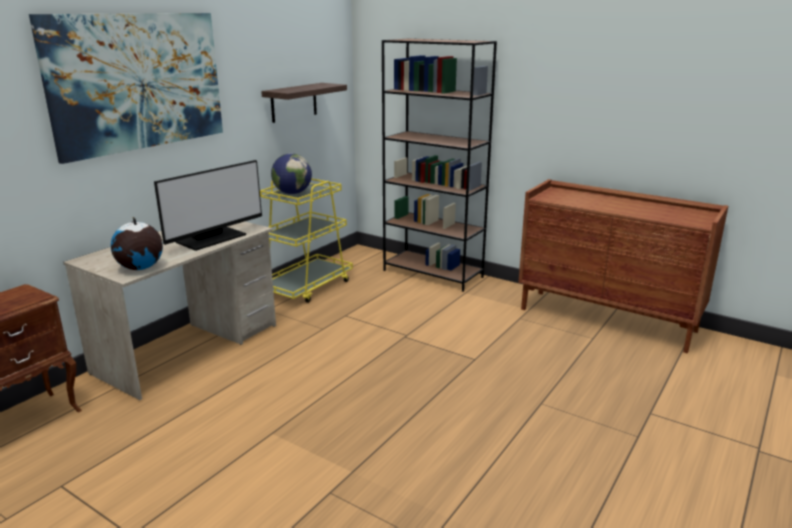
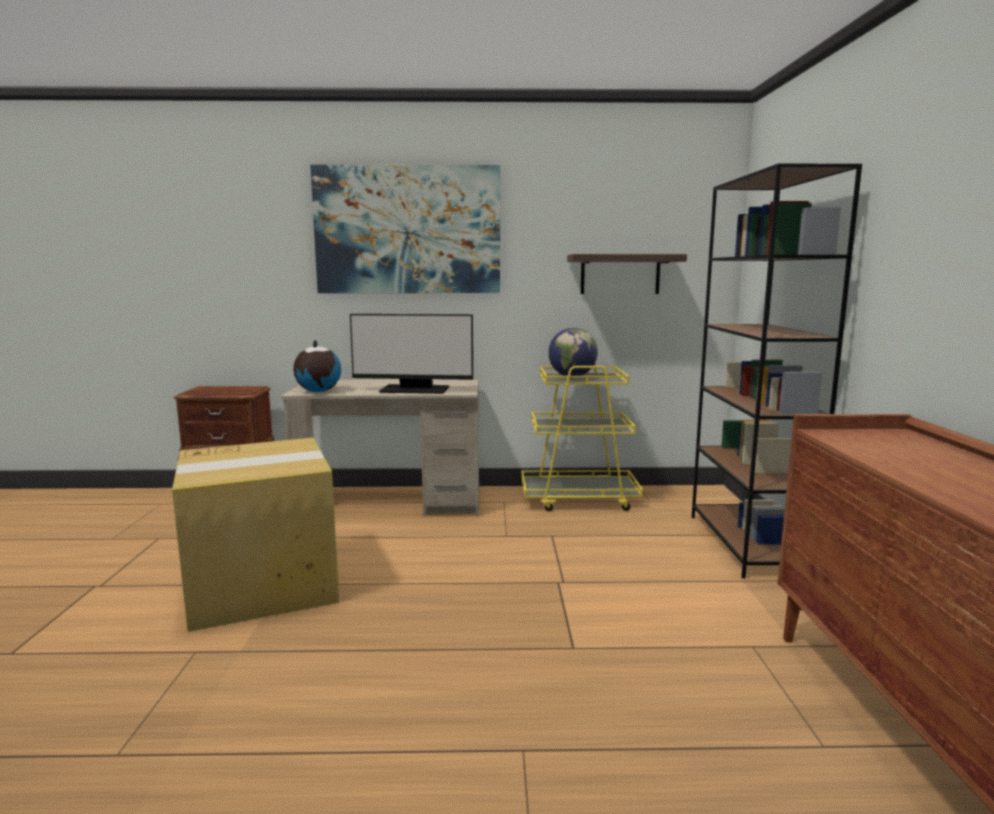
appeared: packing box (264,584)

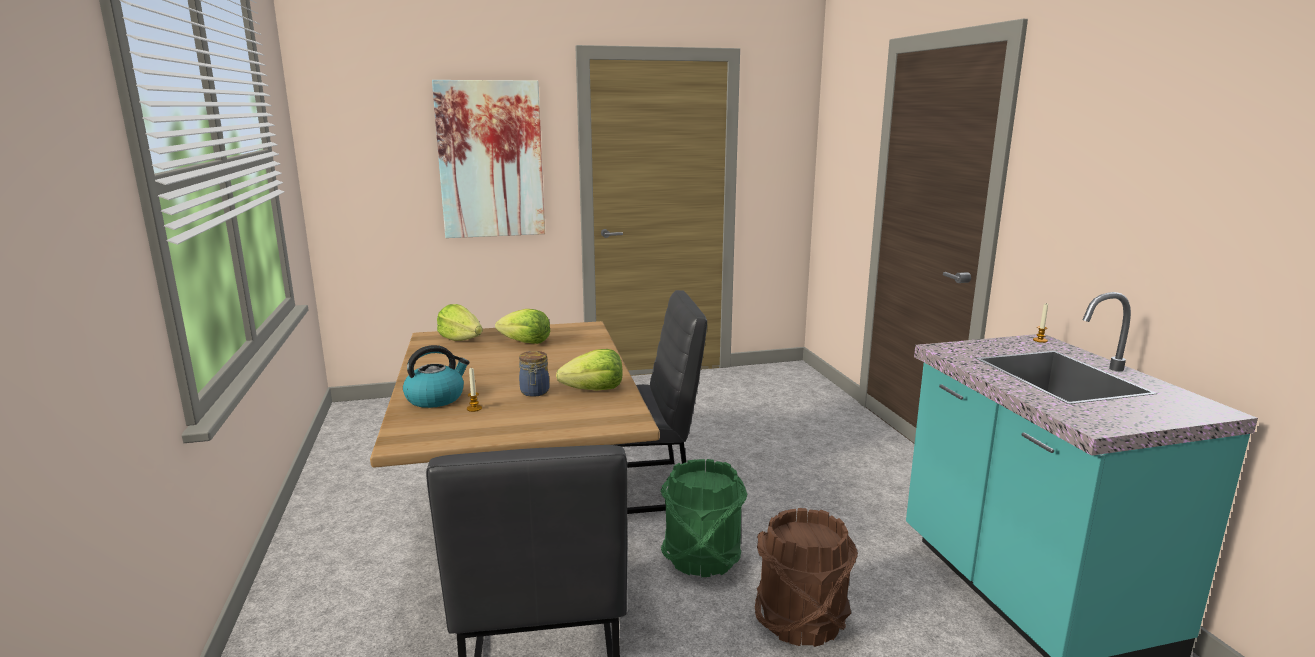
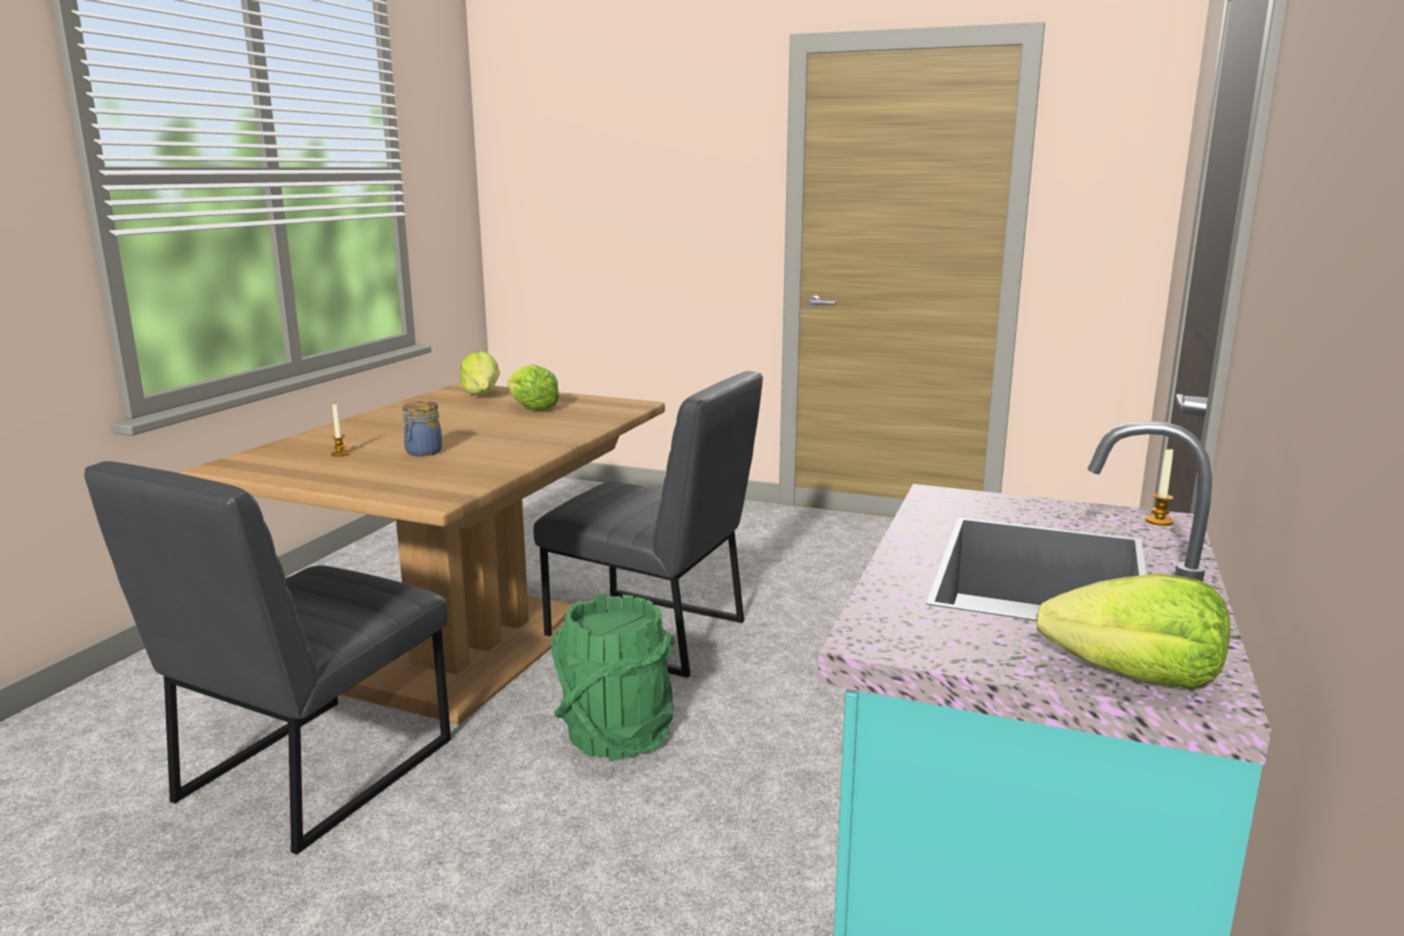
missing: water kettle (436,398); wall art (491,160); pail in brownish (801,621)
relocated: lettuce (594,390) to (1136,677)

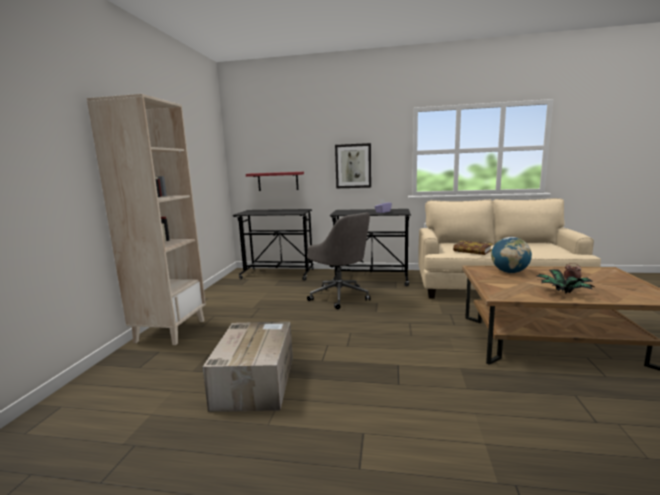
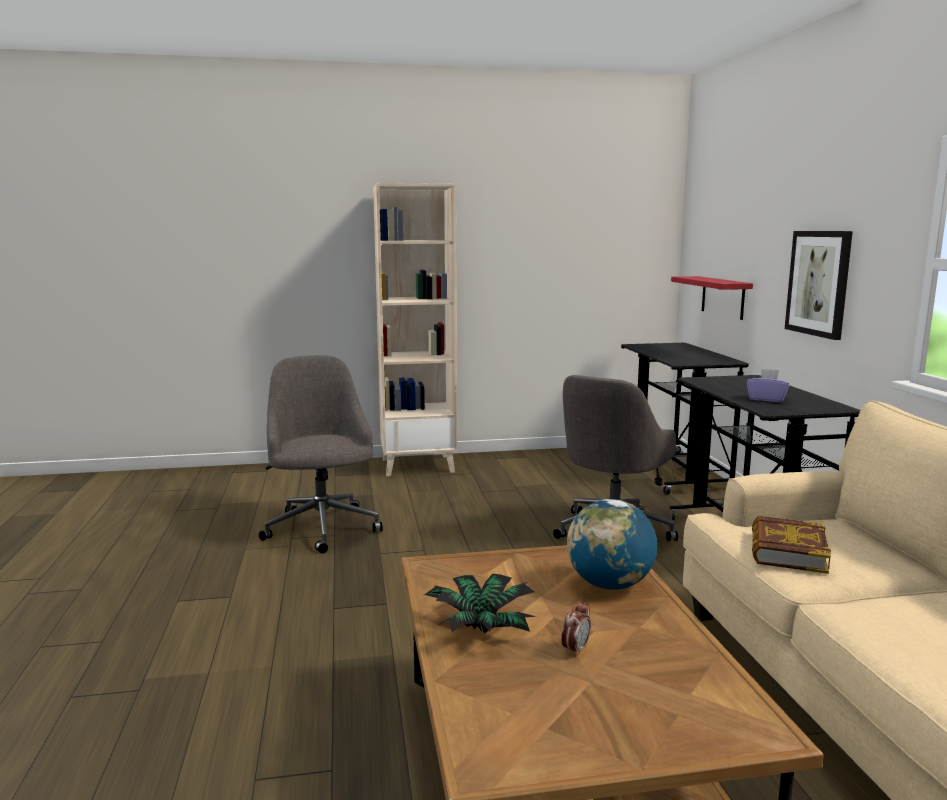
exchanged: packing box (255,381) to office chair in greyish (321,527)

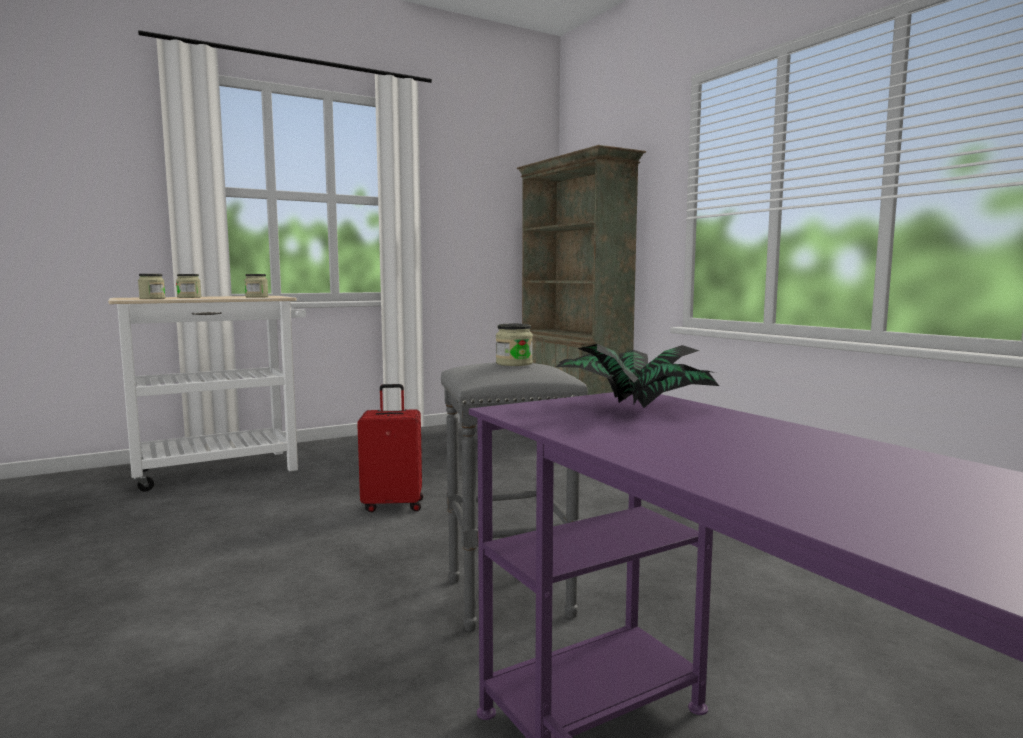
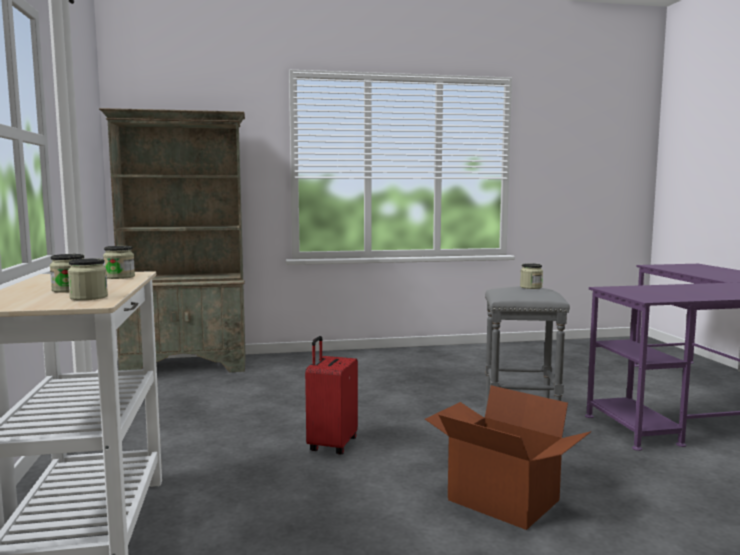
missing: potted plant (633,406)
appeared: packing box (502,501)

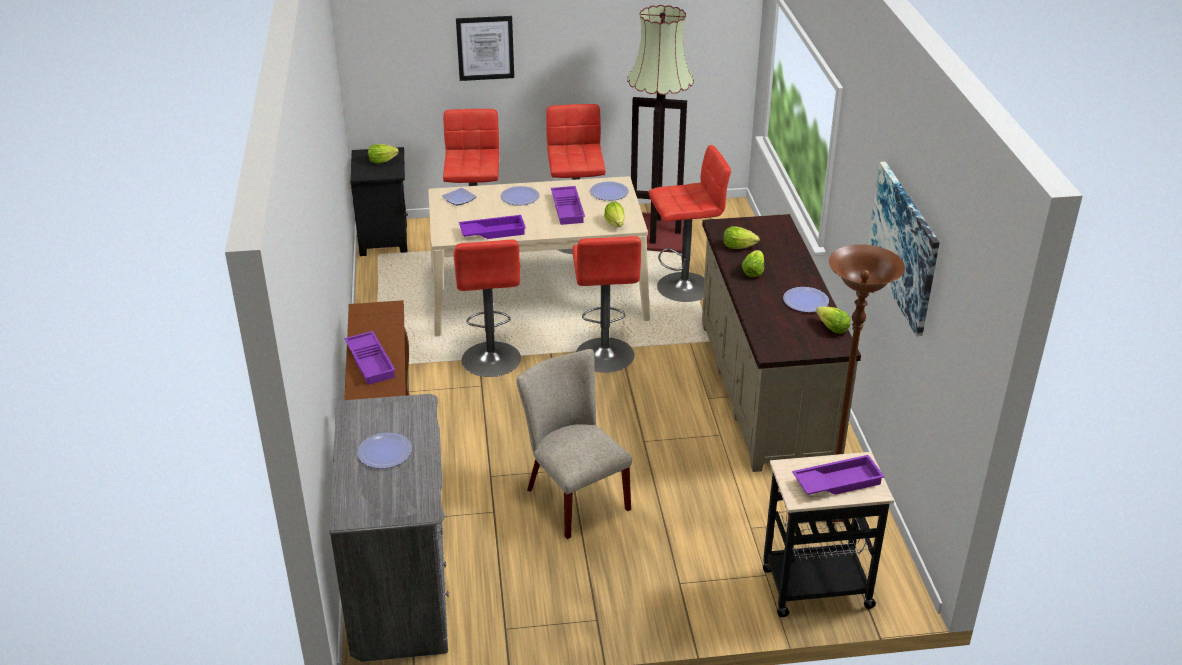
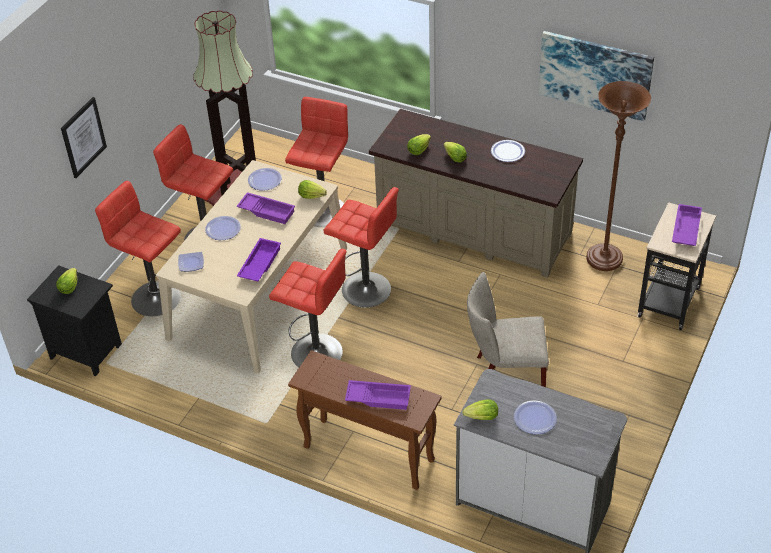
relocated: lettuce (832,328) to (482,417)

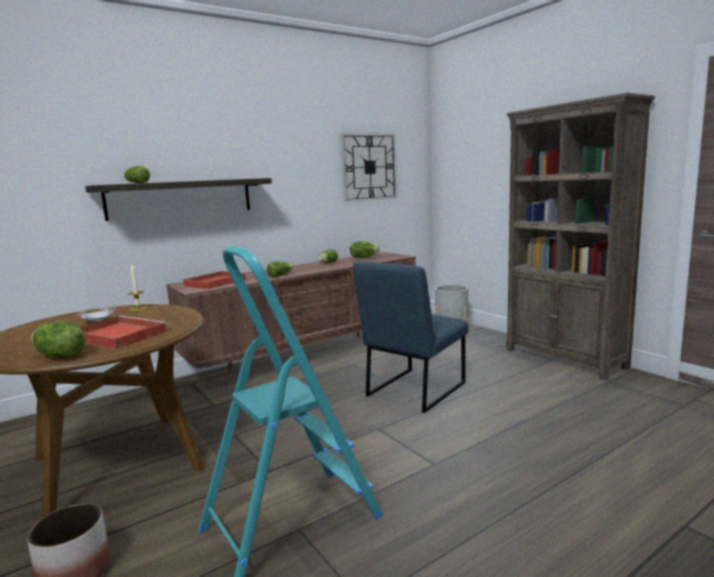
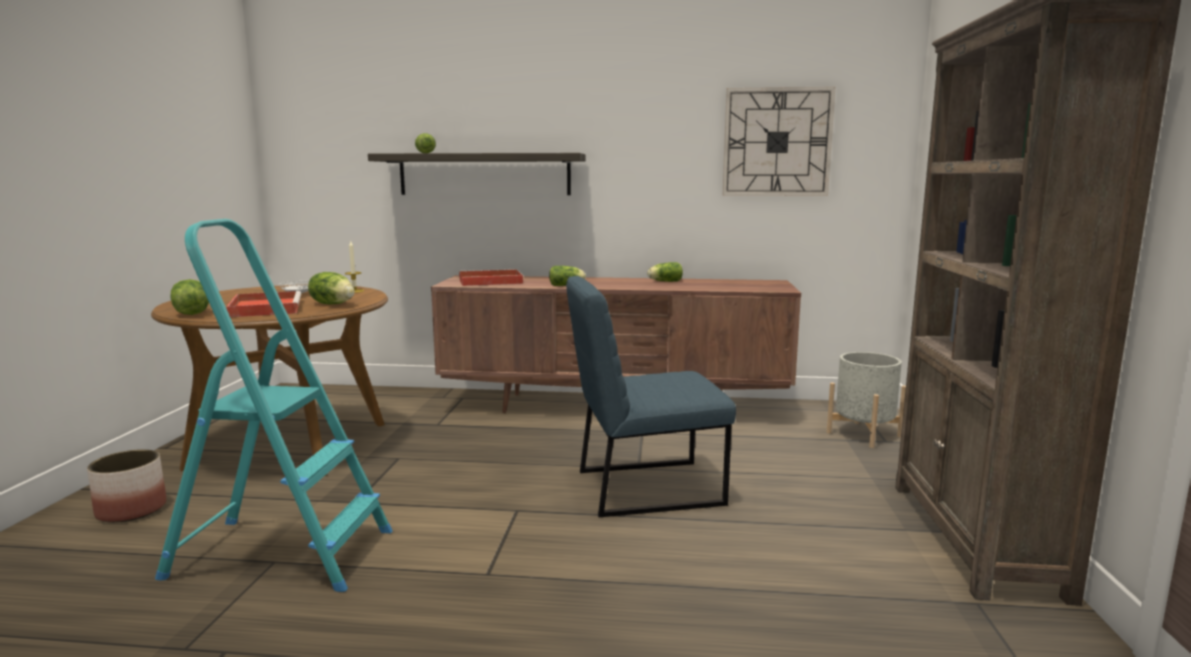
relocated: lettuce (363,257) to (333,304)

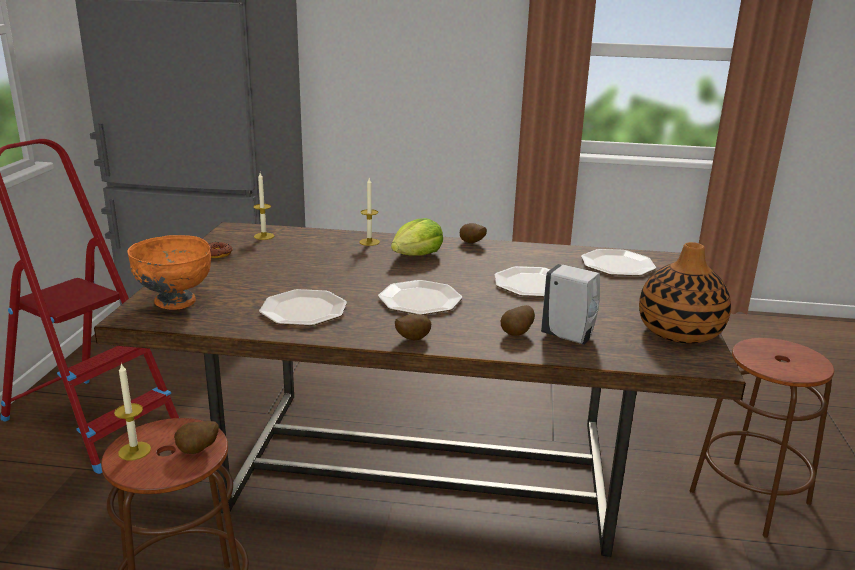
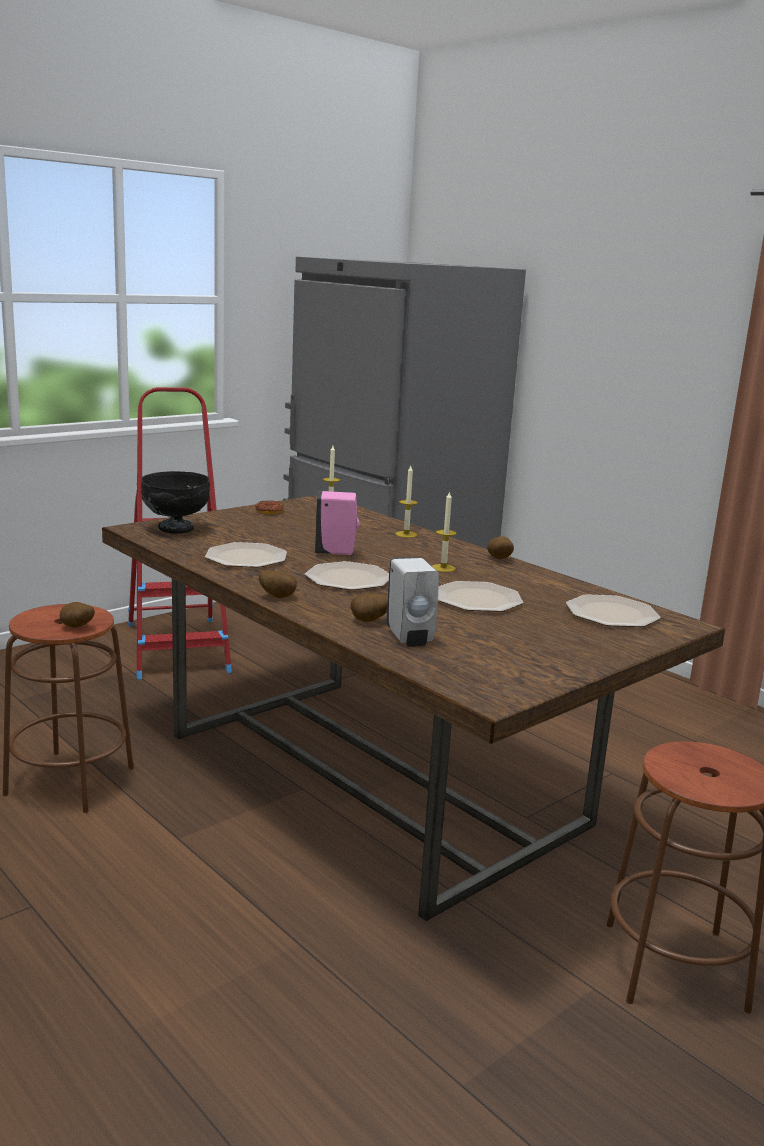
missing: lettuce (417,255); decorative vase (679,332)
appeared: soap bottle in pinkish (337,553)
relocated: candle (134,451) to (443,568)
colour: deep dish in orange (175,302) to deep dish in black-coloured (175,529)

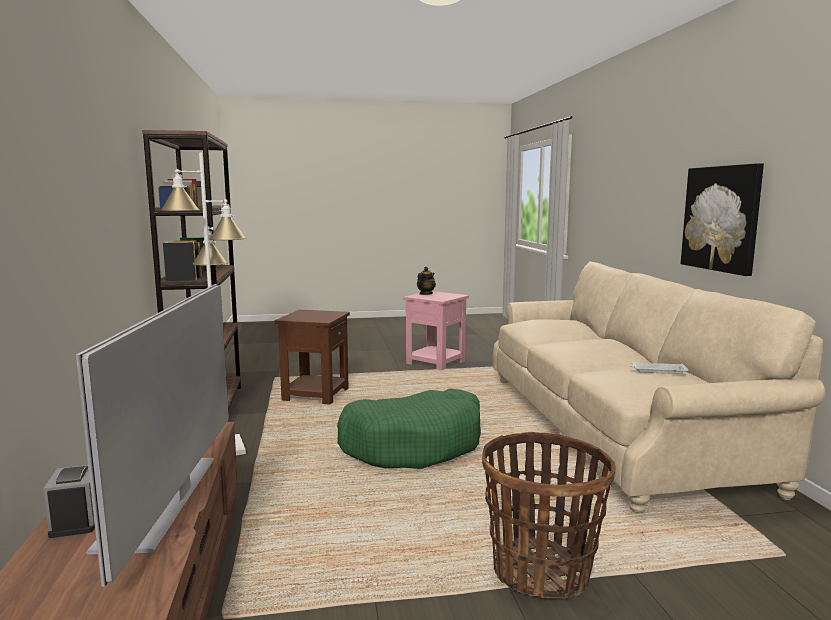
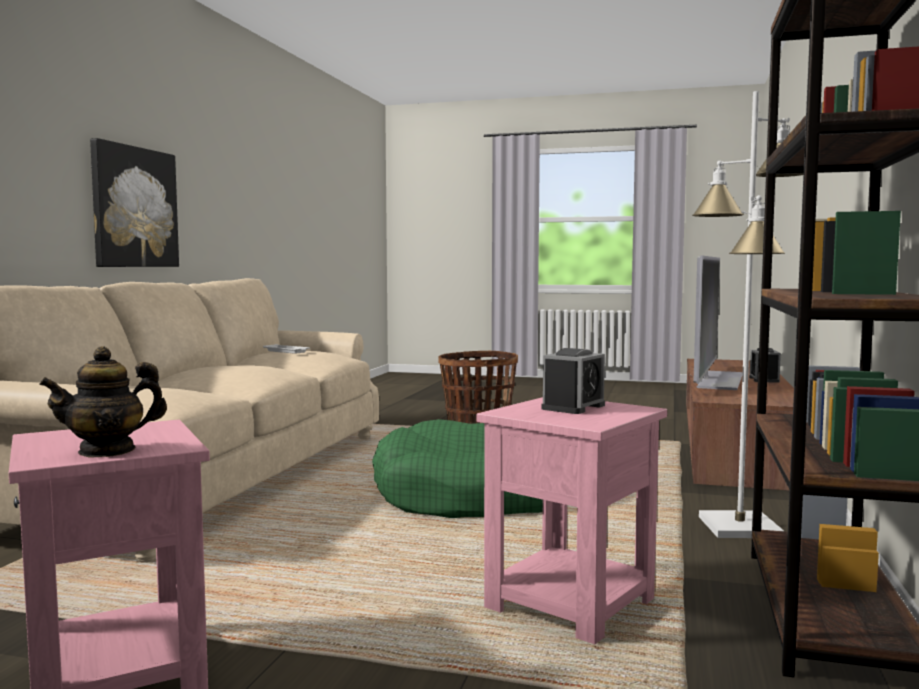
appeared: table clock (573,407)
colour: side table in brownish (316,394) to side table in pinkish (569,605)

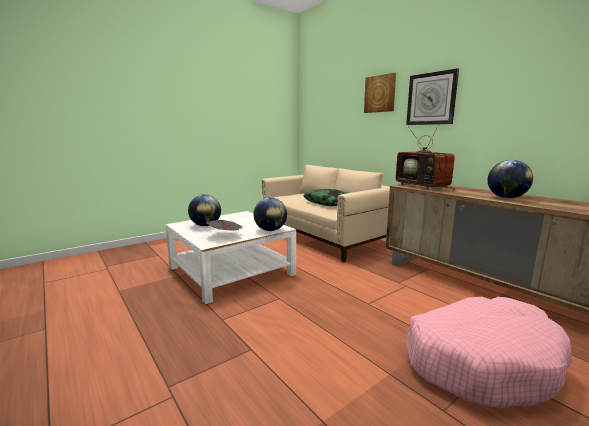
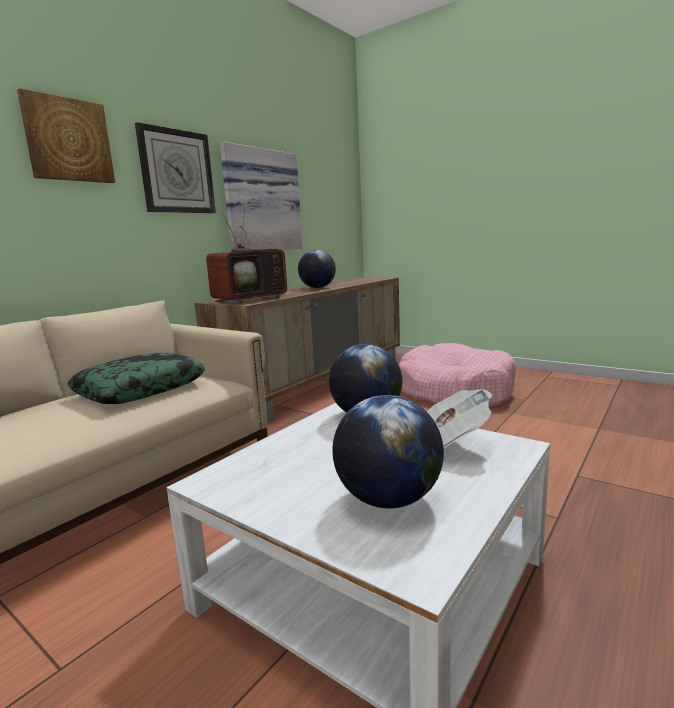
appeared: wall art (261,201)

